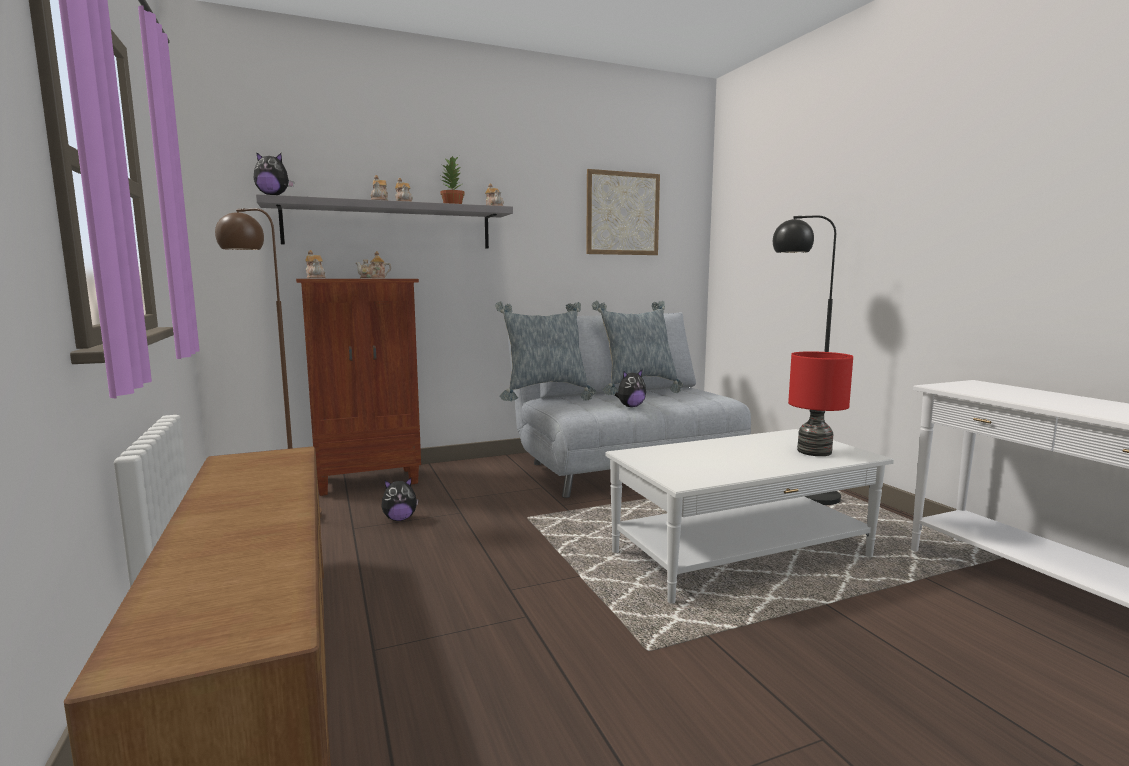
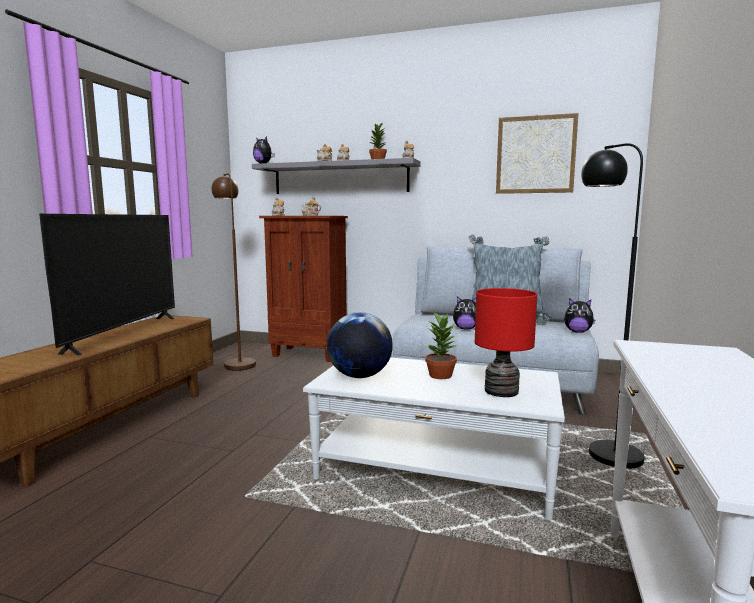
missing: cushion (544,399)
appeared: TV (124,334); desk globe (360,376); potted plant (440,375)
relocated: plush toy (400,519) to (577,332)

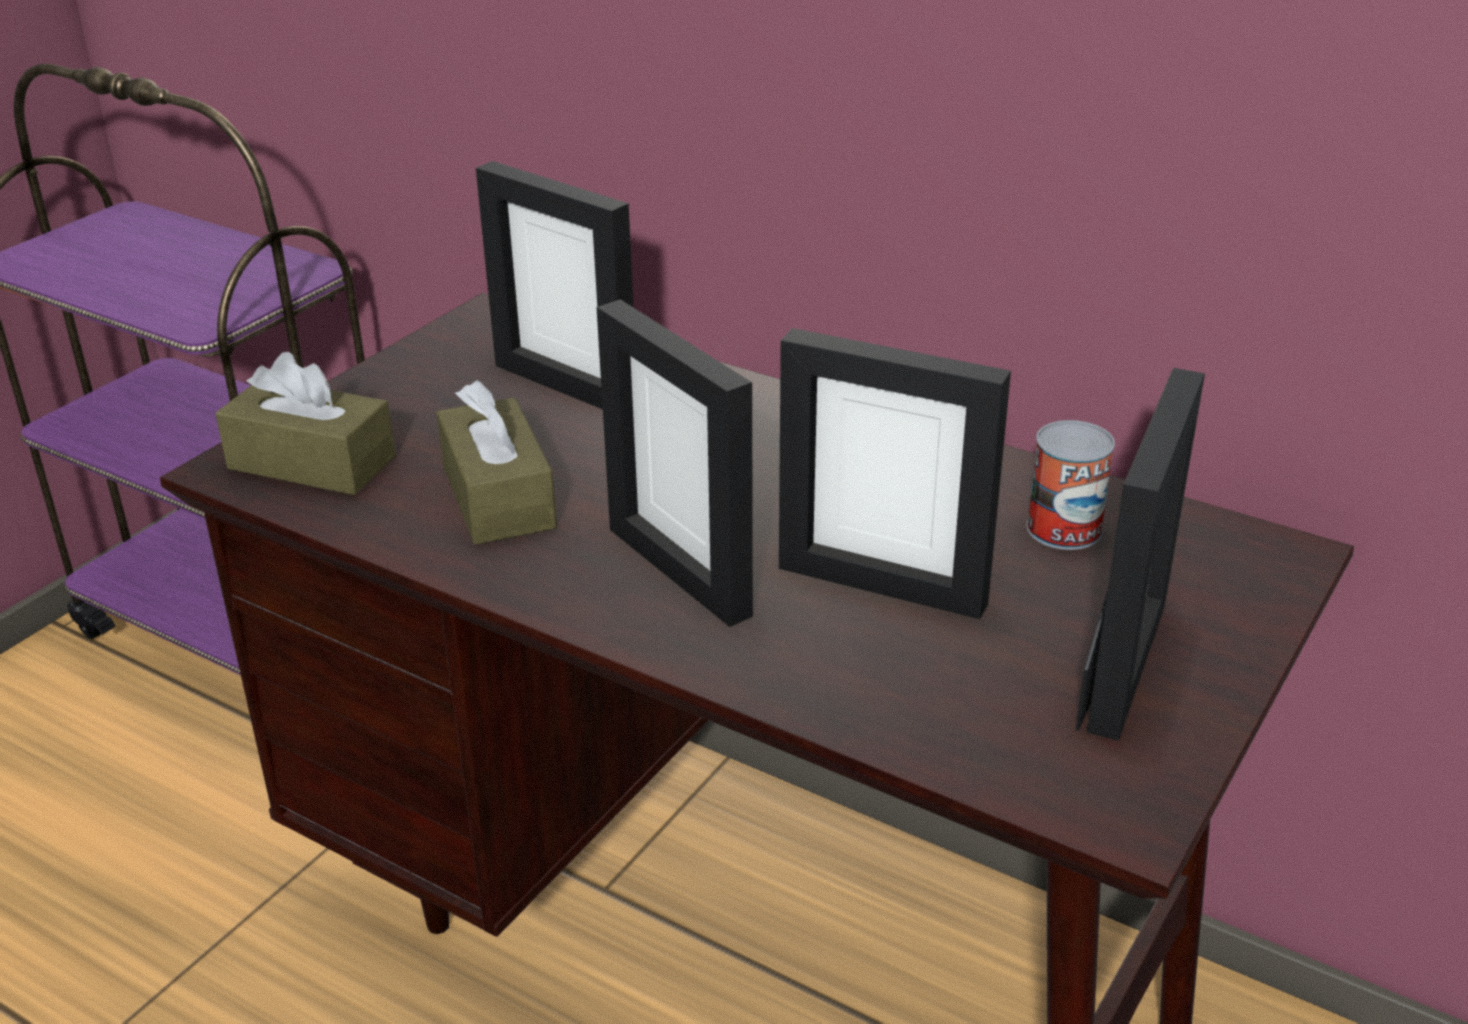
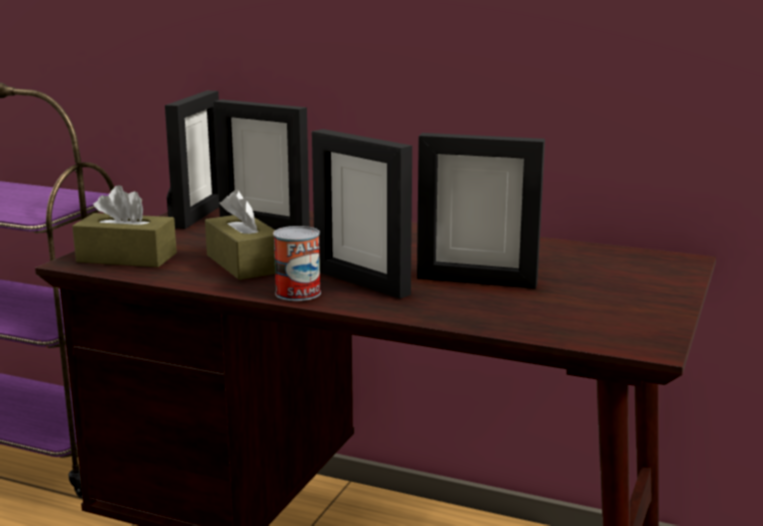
relocated: can (1064,529) to (298,293); picture frame (1122,665) to (197,215)

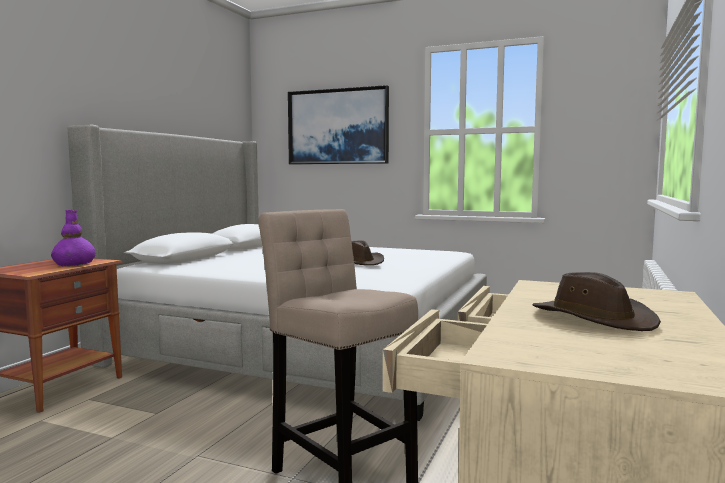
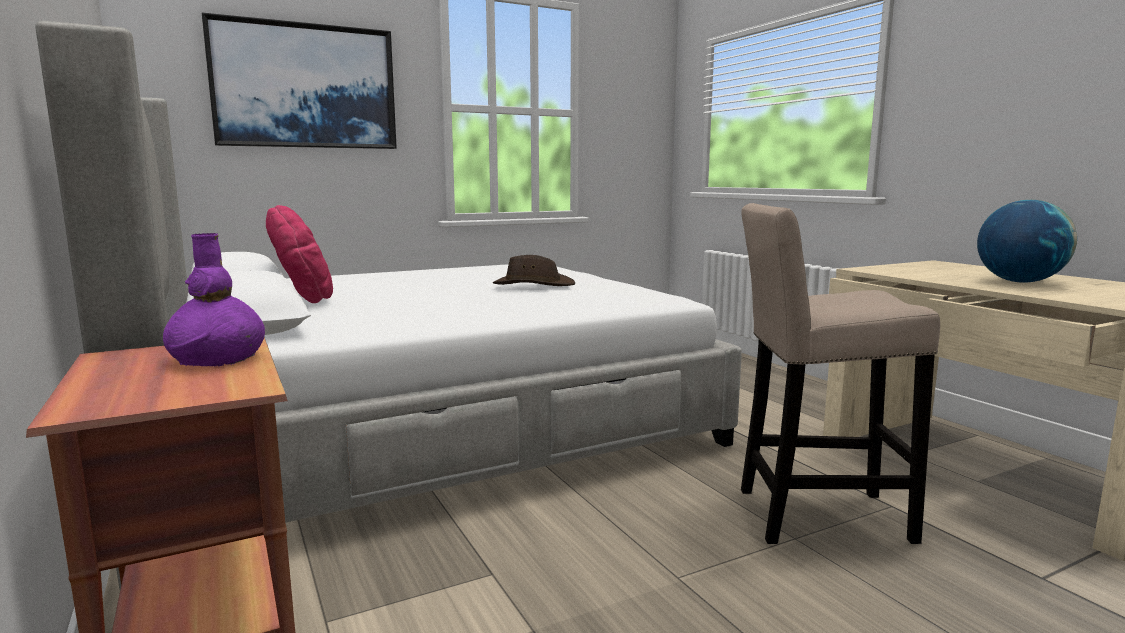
appeared: cushion in pinkish (303,301)
exchanged: wearable hat in brownish (593,318) to desk globe (1019,282)

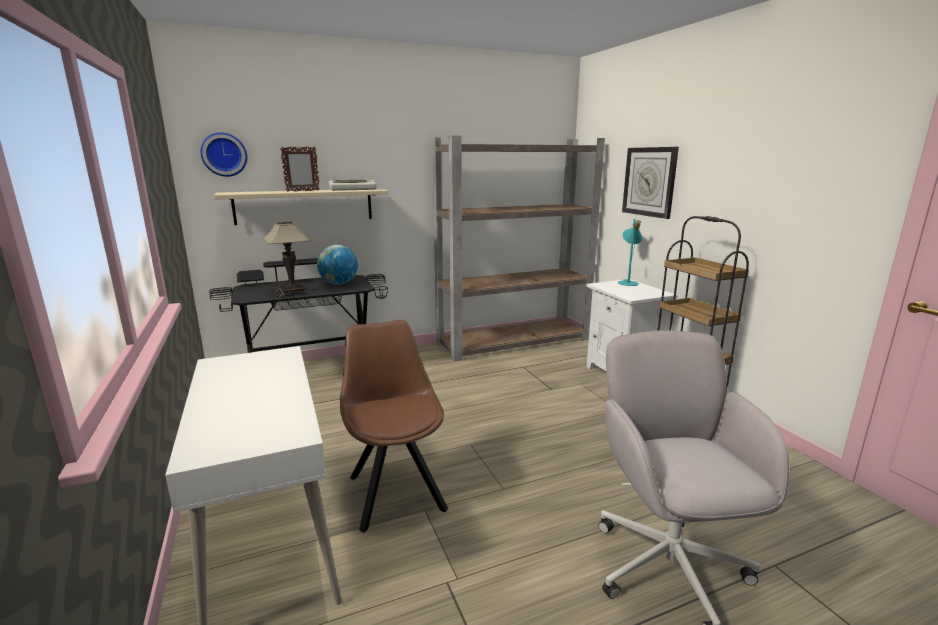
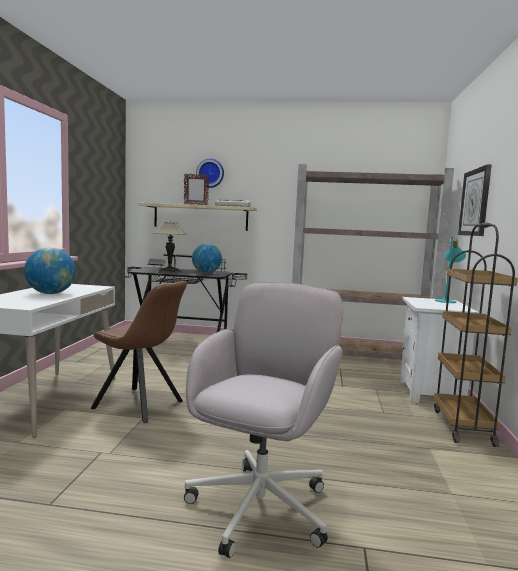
appeared: desk globe (51,293)
relocated: wall clock (224,154) to (210,173)
spun: plain chair in brownish (395,493) = (139,404) 105 degrees clockwise

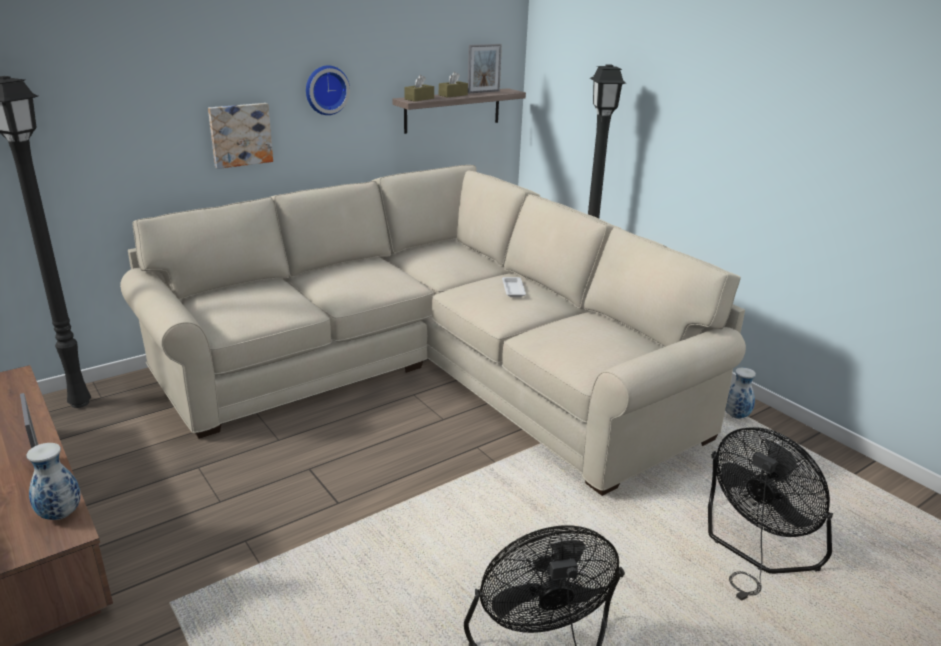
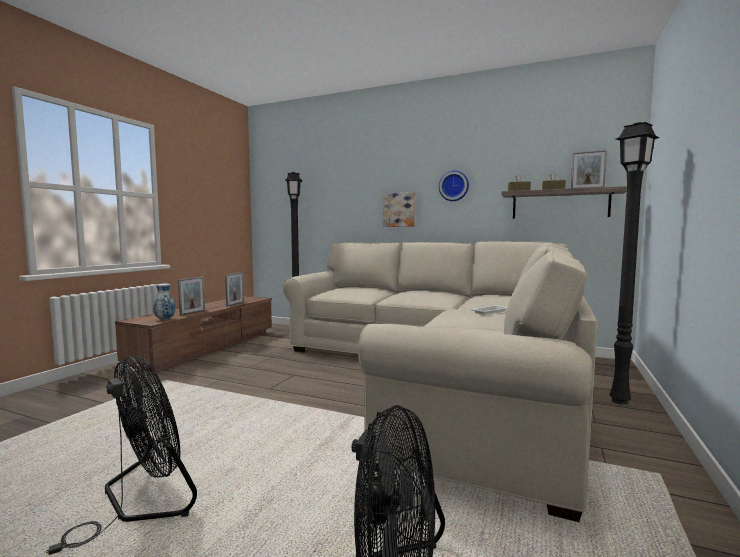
missing: decorative vase (735,415)
appeared: picture frame (235,304)

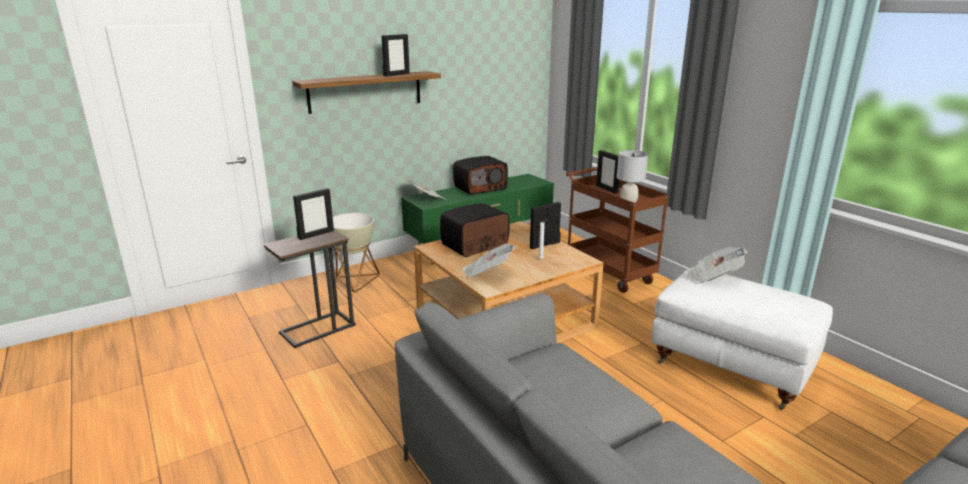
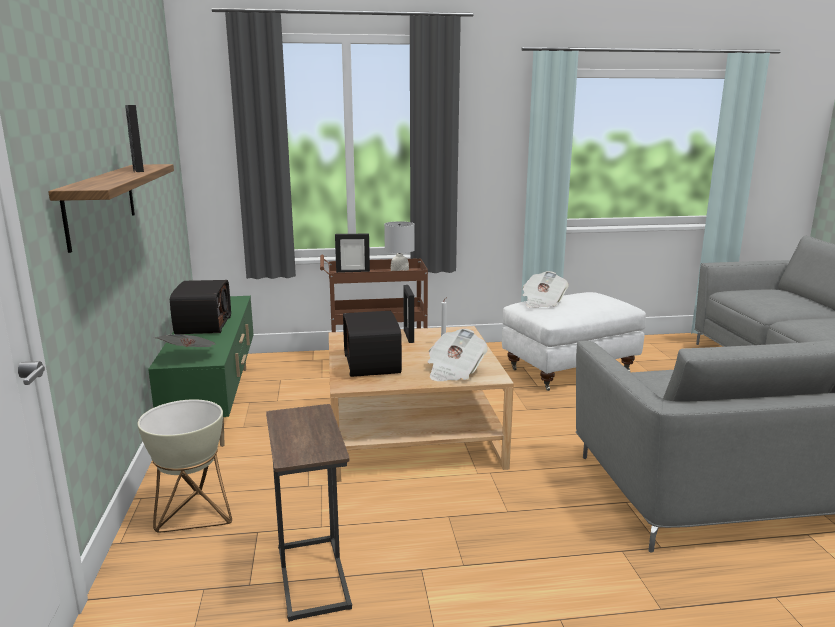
missing: picture frame (316,234)

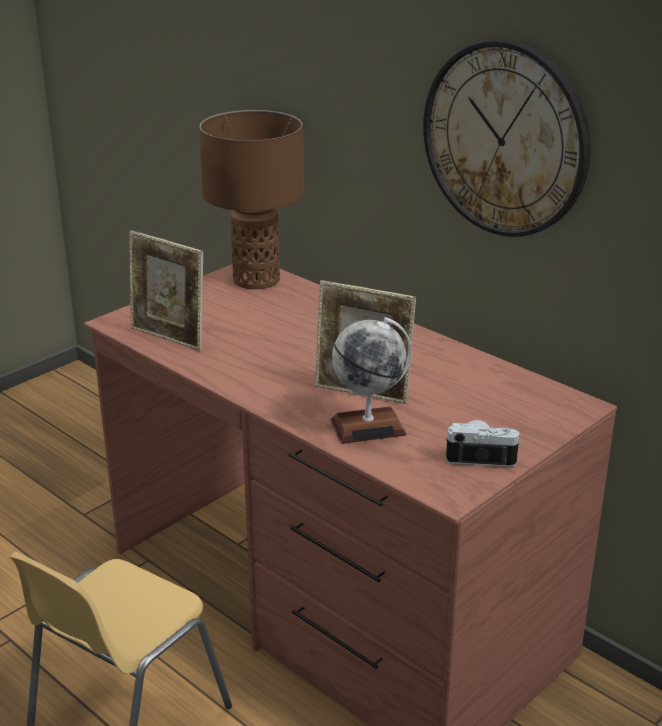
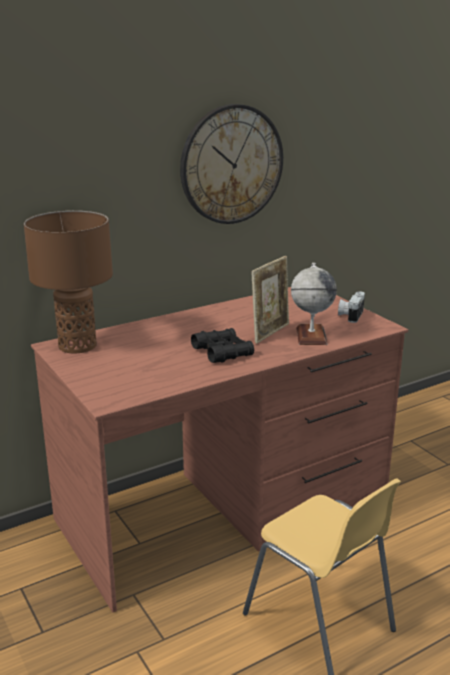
missing: picture frame (169,338)
appeared: field glasses in black-coloured (222,352)

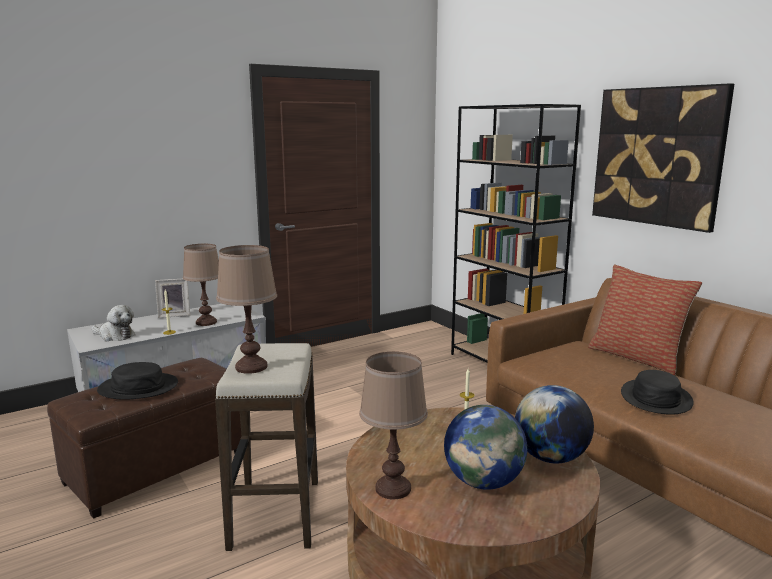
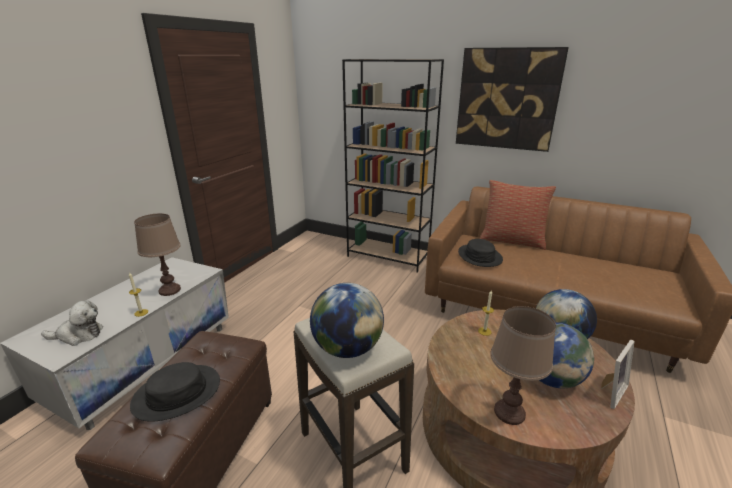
relocated: picture frame (174,315) to (610,391); wearable hat in black-coloured (655,398) to (479,256)
exchanged: table lamp in brownish (252,367) to desk globe (347,348)

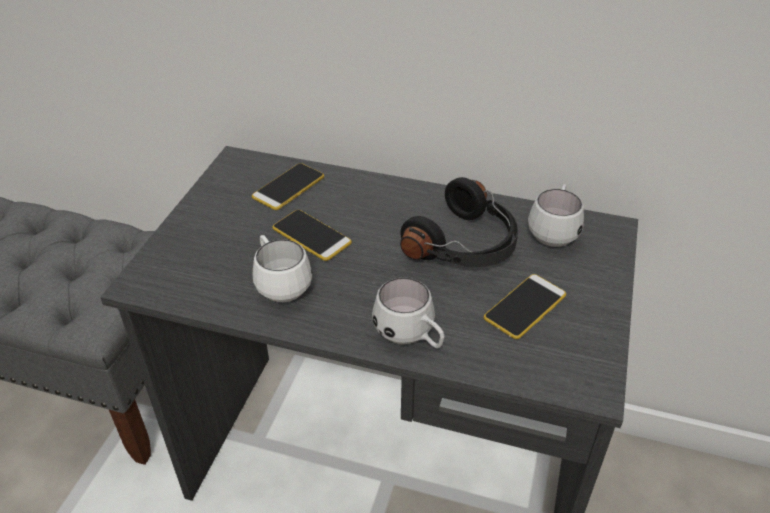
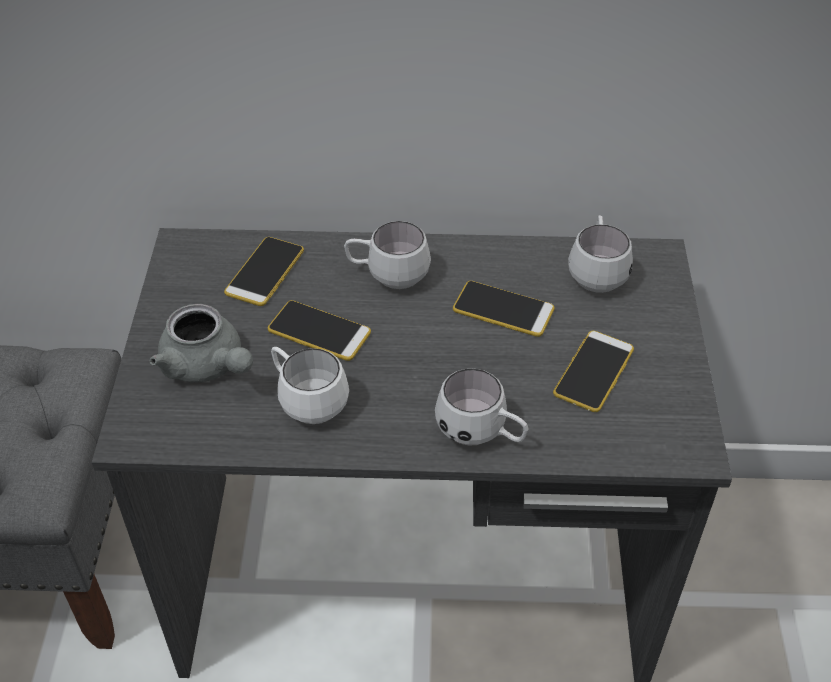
appeared: teapot in greyish (207,366); mug in white (387,275)
exchanged: headset in black-coloured (465,245) to handset (503,309)

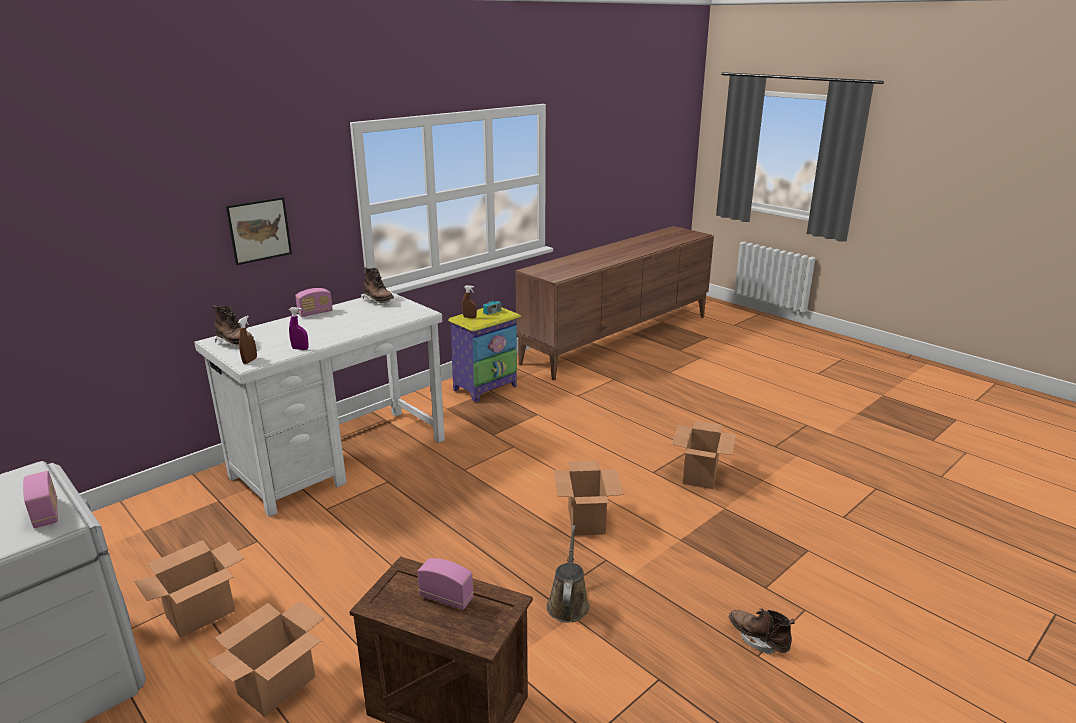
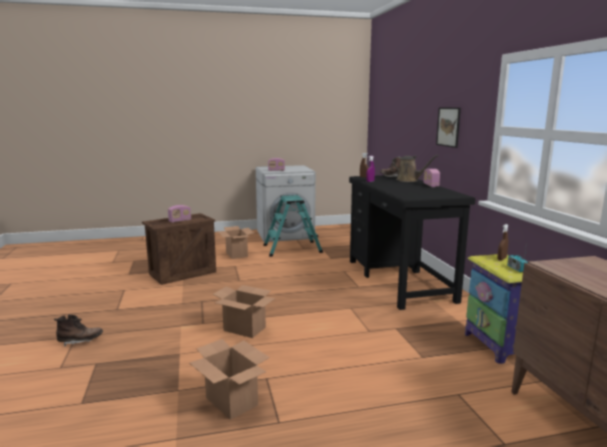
missing: boot in brownish (379,301)
relocated: watering can in brownish (568,603) to (409,180)
exchanged: packing box (201,613) to step stool in turquoise (292,249)
colour: desk table in white (340,457) to desk table in black-coloured (399,280)

